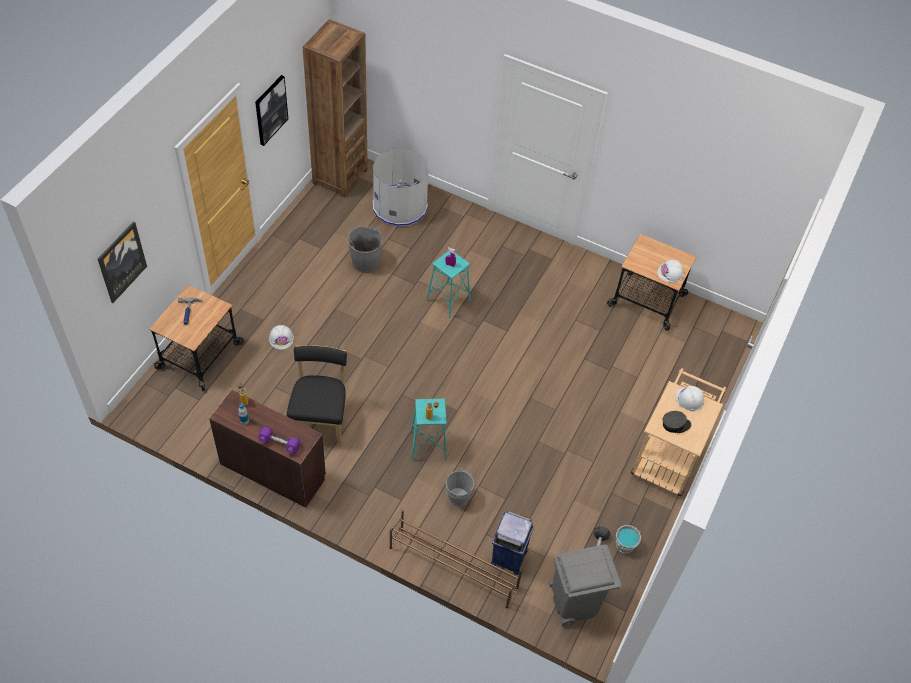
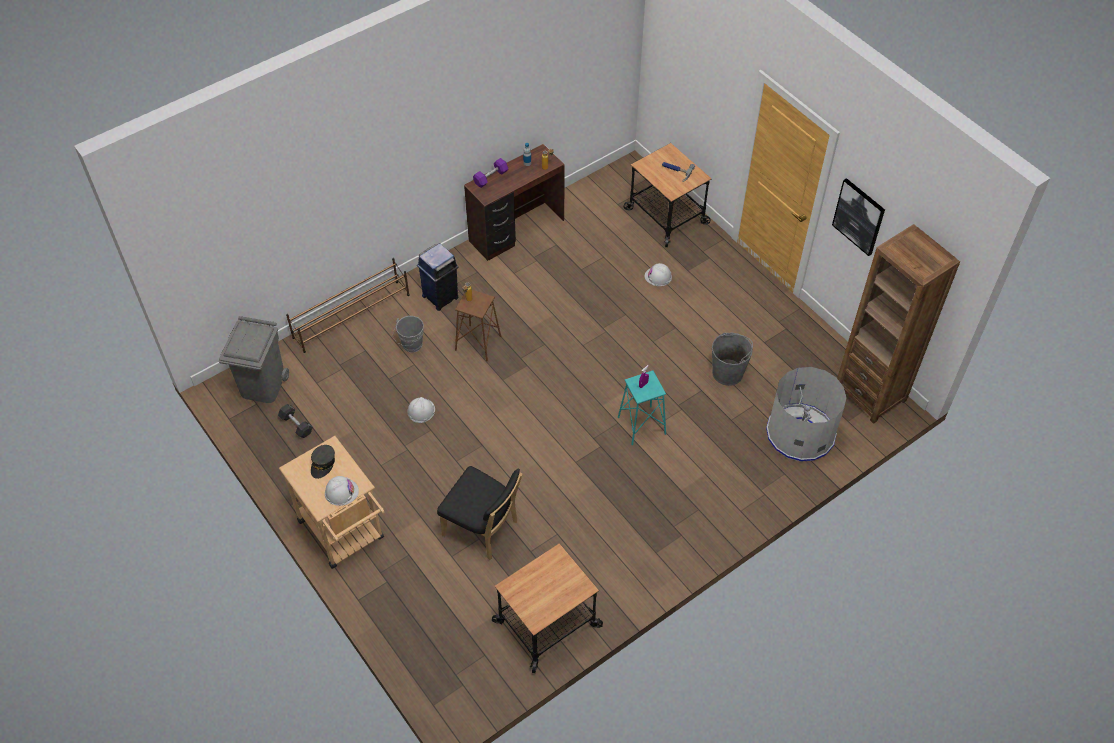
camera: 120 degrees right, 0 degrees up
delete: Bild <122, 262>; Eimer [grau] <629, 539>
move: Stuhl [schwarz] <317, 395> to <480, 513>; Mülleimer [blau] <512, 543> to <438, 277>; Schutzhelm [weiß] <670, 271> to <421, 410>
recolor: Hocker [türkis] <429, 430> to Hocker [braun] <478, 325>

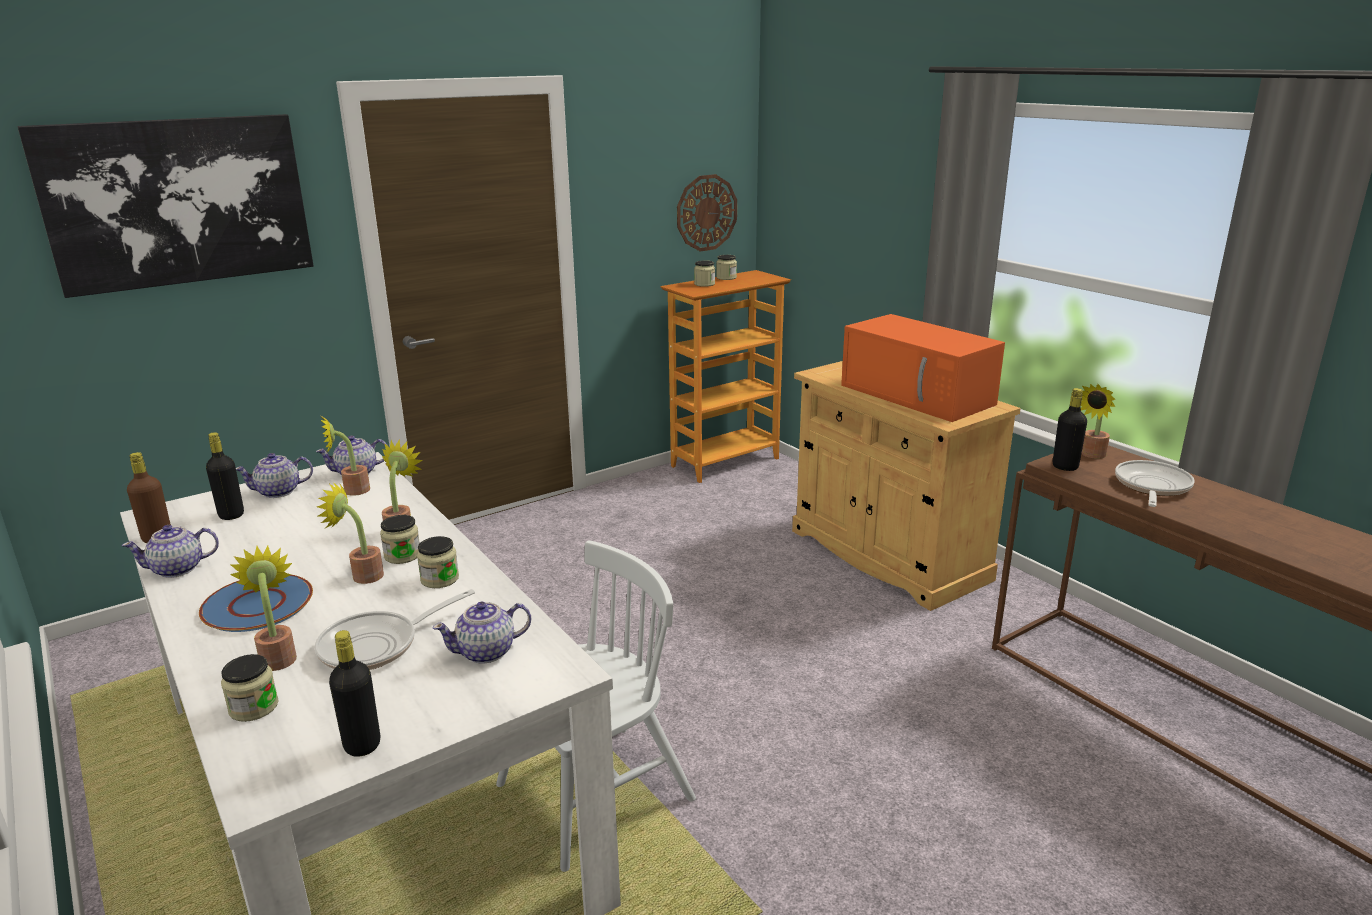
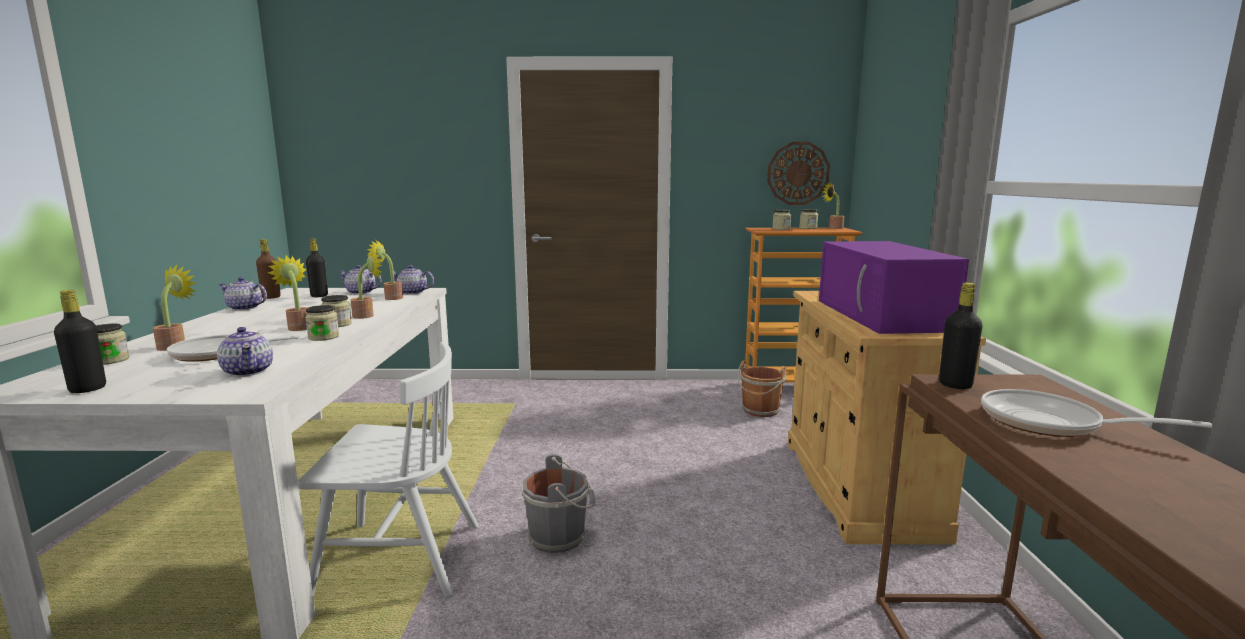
camera: 35 degrees right, 10 degrees down
delete: Bild <166, 206>; Teller [blau] <256, 603>
insert: Eimer [grau] <558, 503>; Eimer [braun] <762, 389>
move: Topfpflanze <1098, 421> to <833, 205>
recolor: Mikrowelle [orange] <923, 368> to Mikrowelle [lila] <894, 287>
rotate: Teekanne <481, 633> = <245, 352> 135 degrees counterclockwise; Pfanne <1155, 483> = <1096, 413> 120 degrees counterclockwise

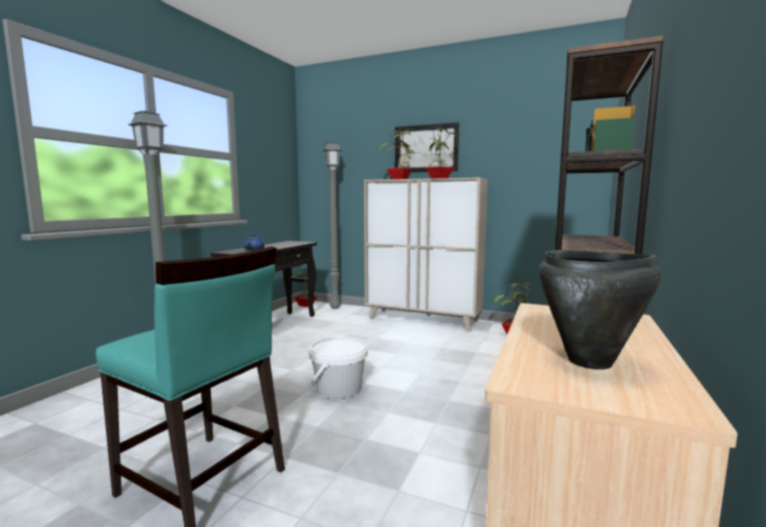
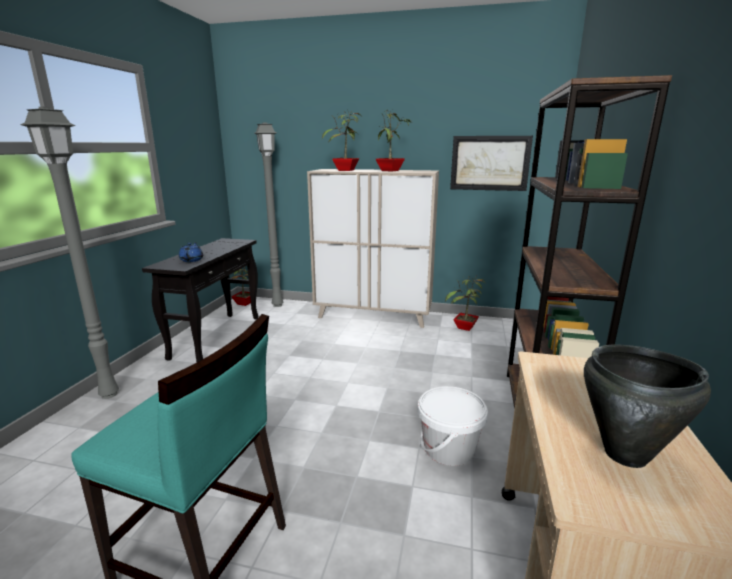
camera: 10 degrees left, 10 degrees up
move: Eimer [weiß] <338, 368> to <453, 426>; Bild <427, 147> to <491, 163>

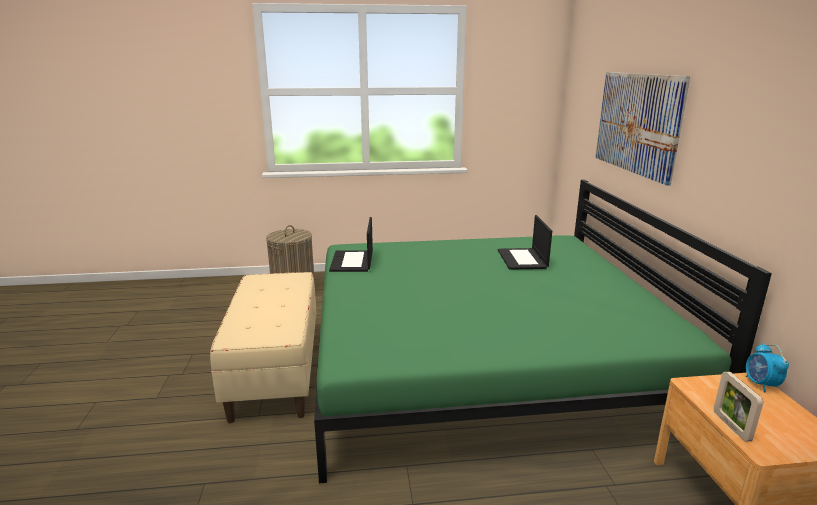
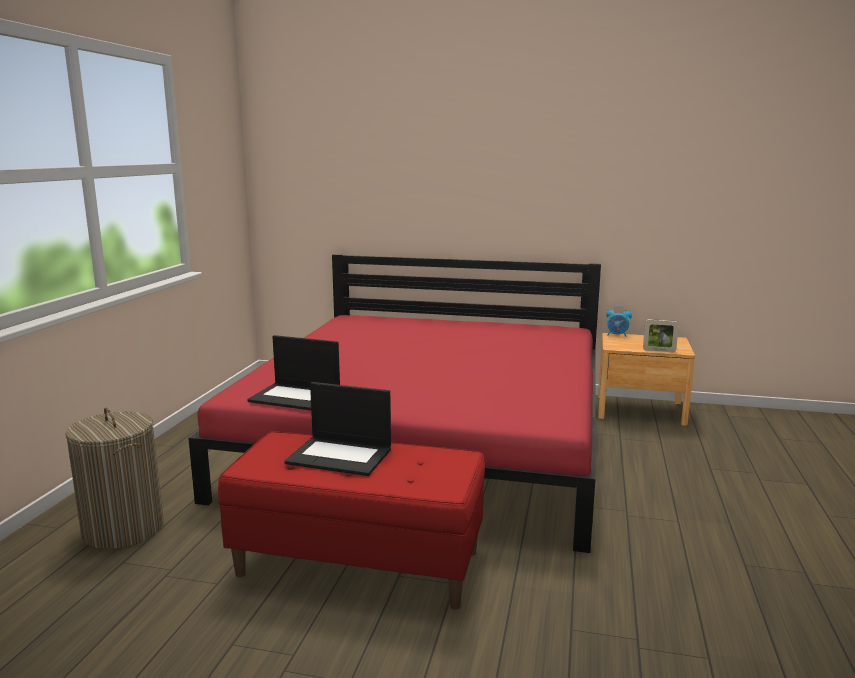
camera: 70 degrees left, 5 degrees down
delete: Bild <642, 129>
move: Laptop <525, 242> to <337, 429>
recolor: Bank [beige] <263, 347> to Bank [rot] <351, 520>; Bett [grün] <543, 331> to Bett [rot] <394, 403>

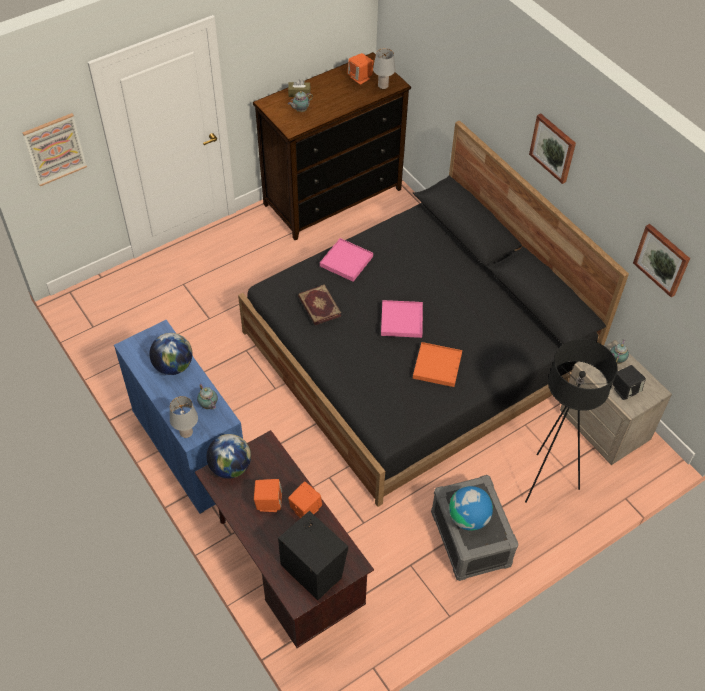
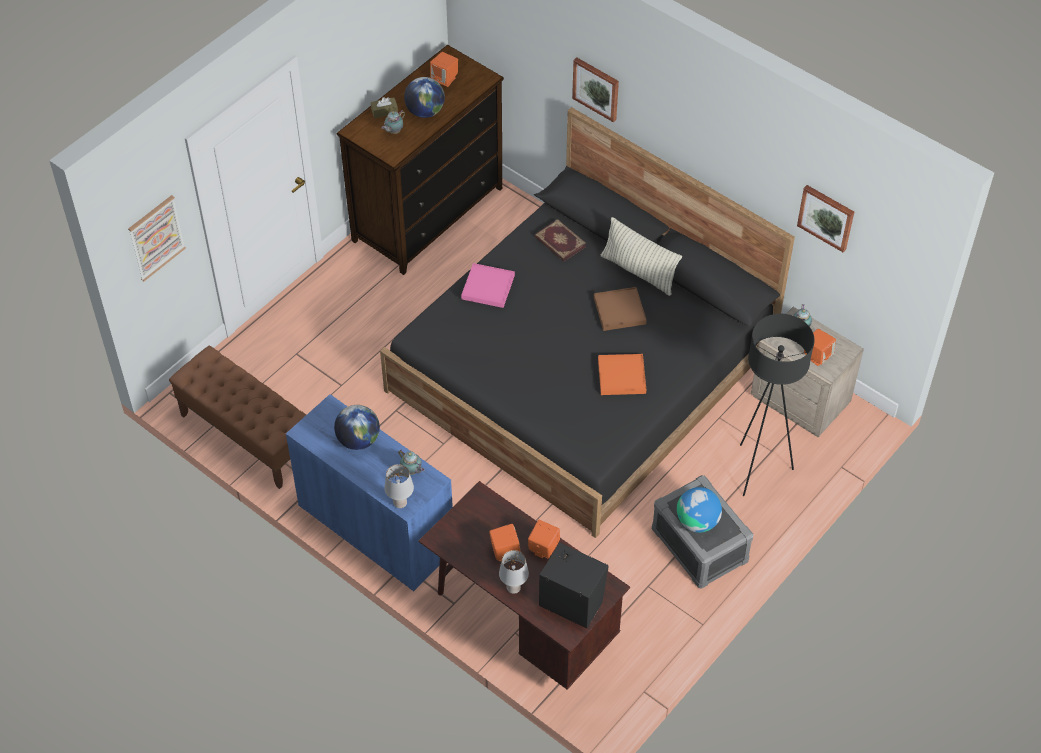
camera: 15 degrees left, 0 degrees up
delete: Tablett [rosa] <402, 319>
insert: Bank [braun] <237, 417>; Tablett [braun] <620, 309>; Kissen <641, 256>
move: Globus <228, 456> to <424, 97>; Buch <319, 305> to <560, 240>; Tischlampe [grau] <384, 69> to <514, 572>; Bild <552, 149> to <595, 89>
recolor: Lautsprecher [schwarz] <629, 382> to Lautsprecher [orange] <820, 347>

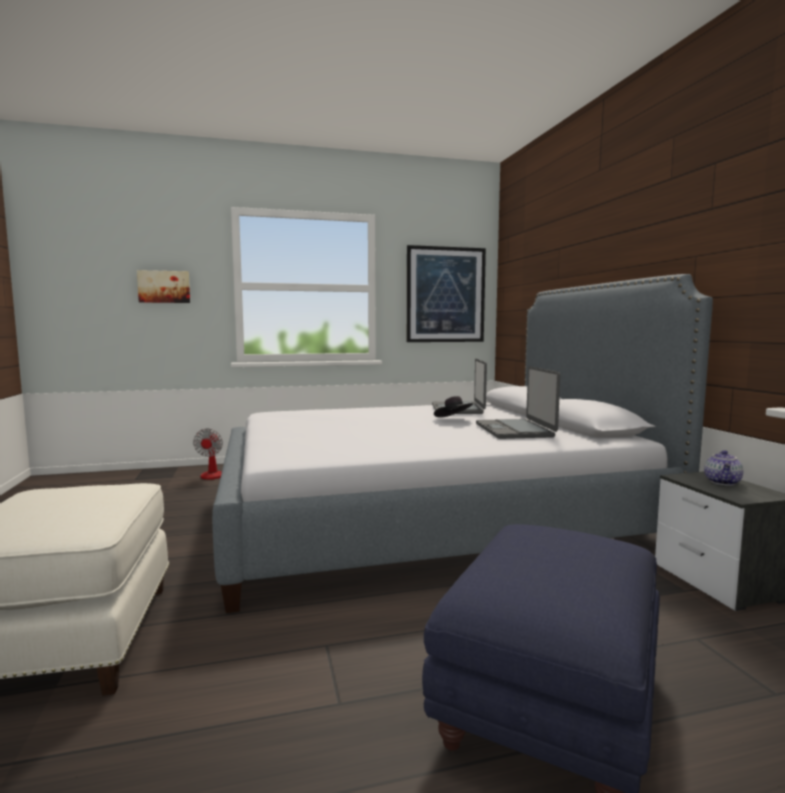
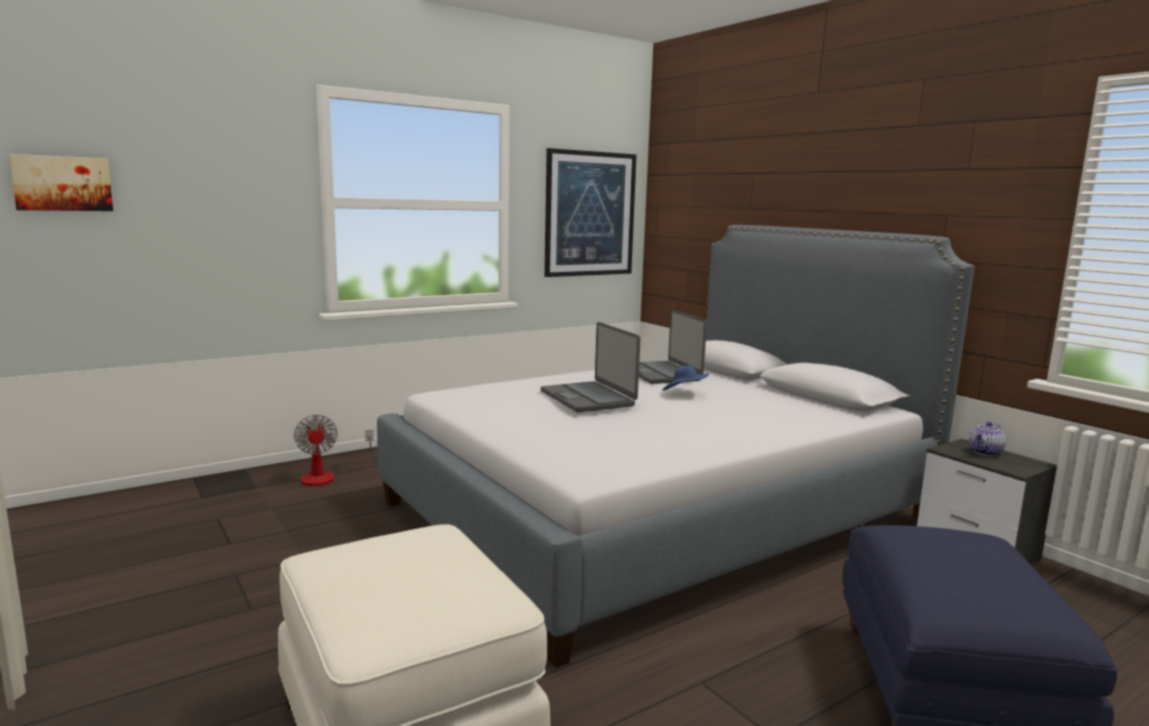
camera: 20 degrees left, 5 degrees up
move: Bild <163, 286> to <61, 182>; Laptop <518, 402> to <591, 367>
recolor: Hut [schwarz] <453, 407> to Hut [blau] <685, 378>
rotate: Teekanne <723, 468> = <987, 439> 45 degrees clockwise

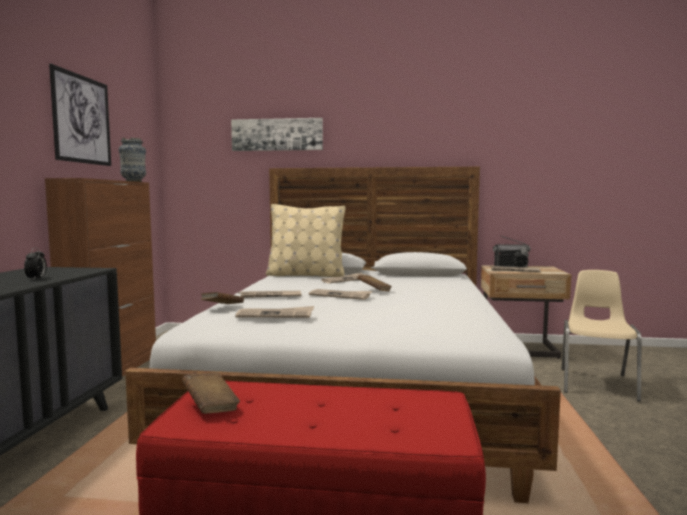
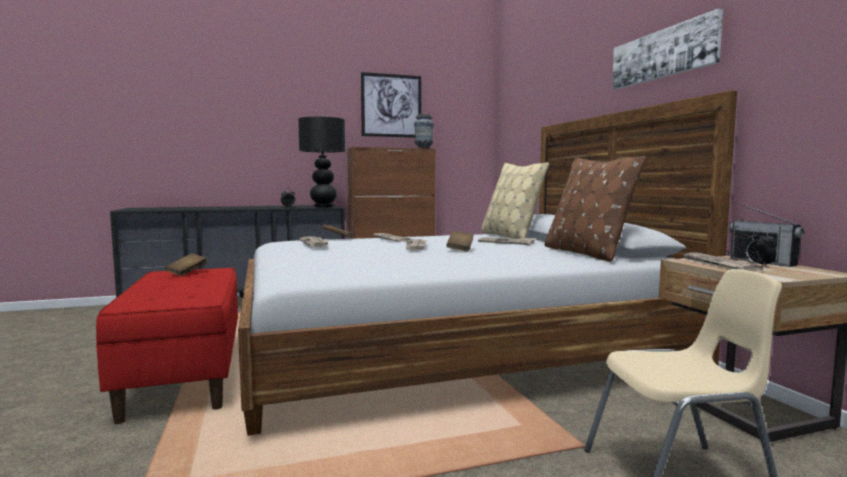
camera: 65 degrees right, 0 degrees up
insert: Tischlampe [schwarz] <321, 161>; Kissen [braun] <595, 209>
move: Bild <277, 134> to <667, 49>

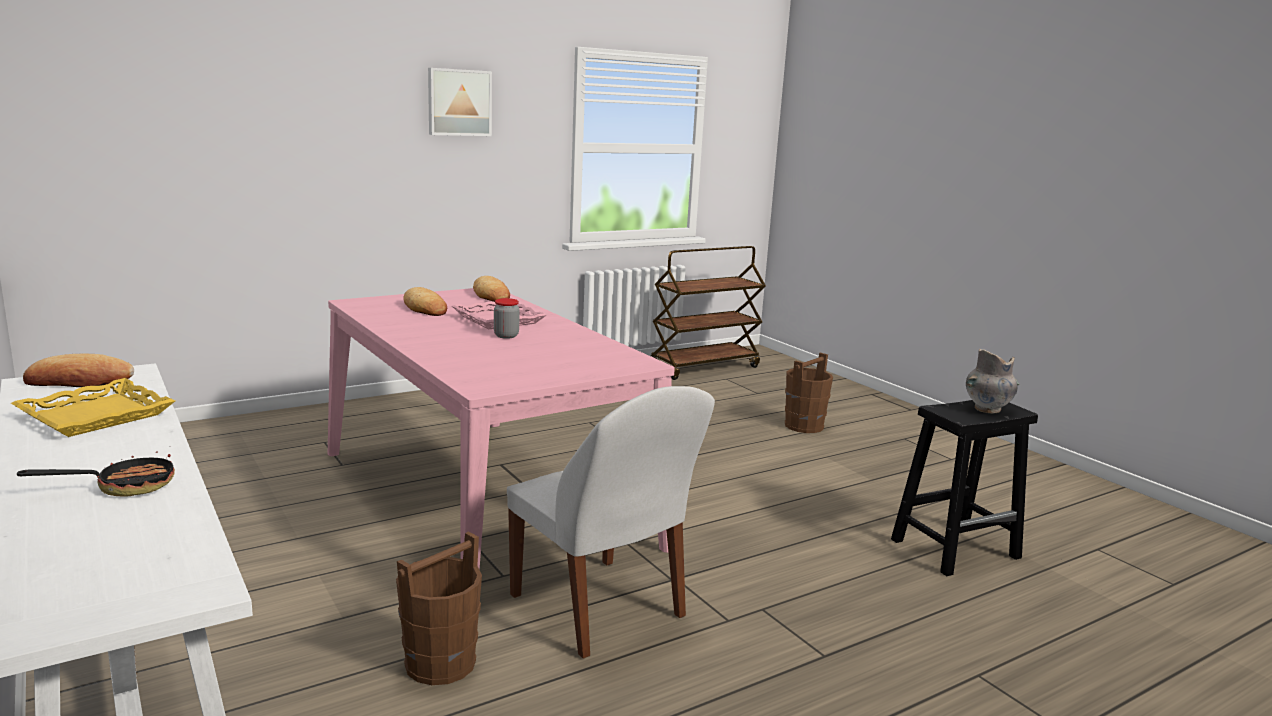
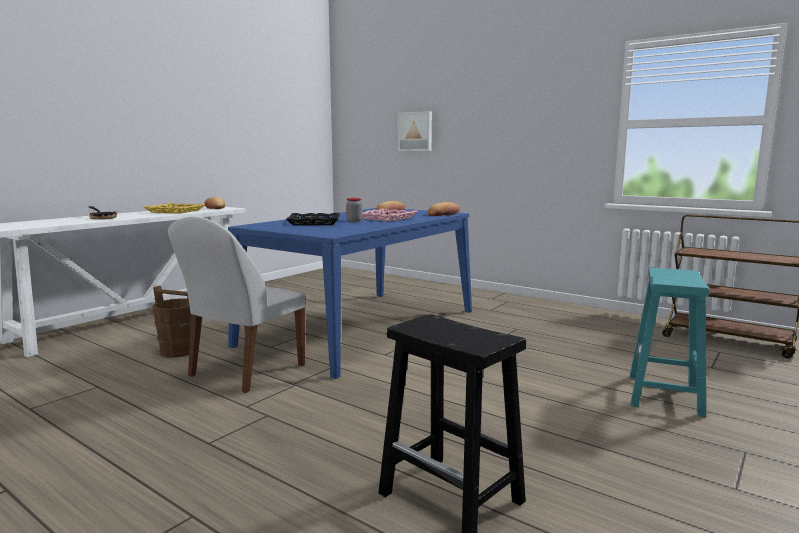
camera: 70 degrees right, 5 degrees down
delete: Vase [grau] <993, 381>
insert: Tablett [schwarz] <313, 219>
move: Bild <460, 102> to <415, 131>
replace: Eimer [braun] <809, 393> to Hocker [türkis] <669, 343>
recolor: Esstisch [rosa] <501, 429> to Esstisch [blau] <350, 293>

